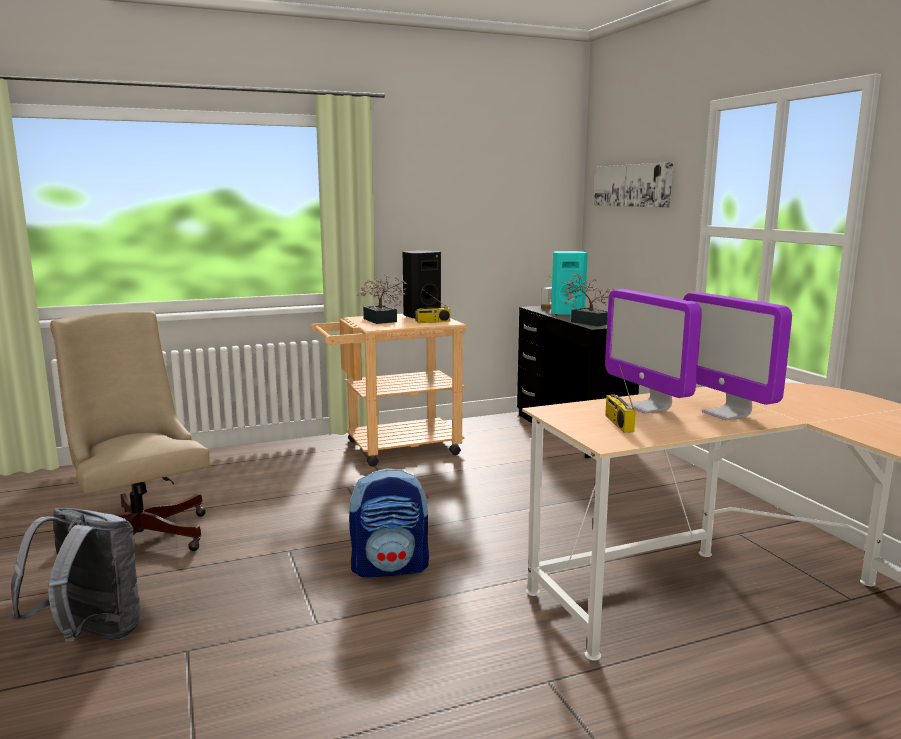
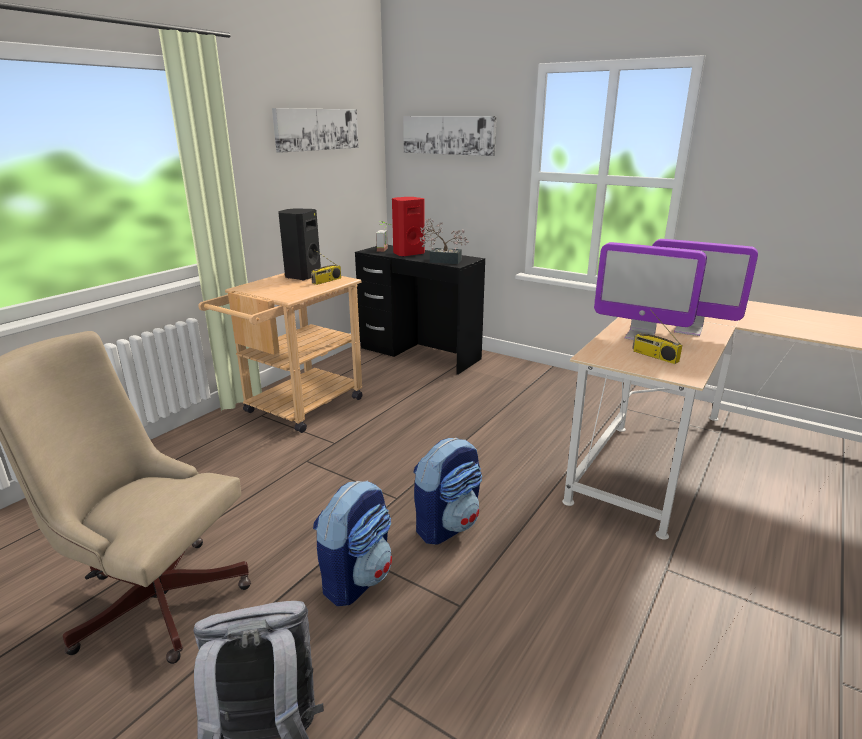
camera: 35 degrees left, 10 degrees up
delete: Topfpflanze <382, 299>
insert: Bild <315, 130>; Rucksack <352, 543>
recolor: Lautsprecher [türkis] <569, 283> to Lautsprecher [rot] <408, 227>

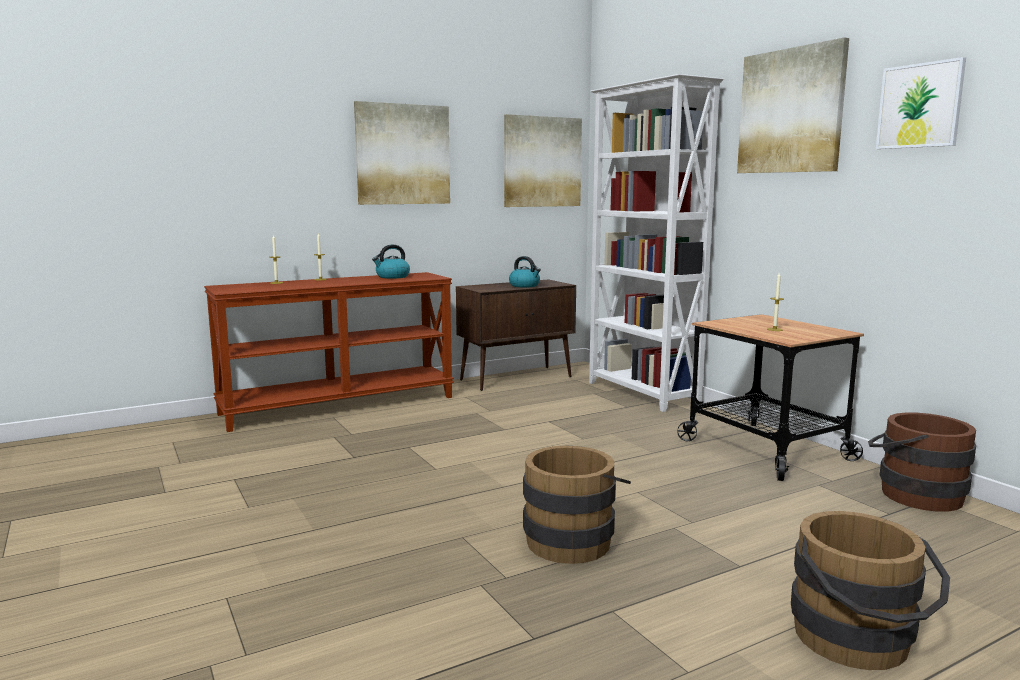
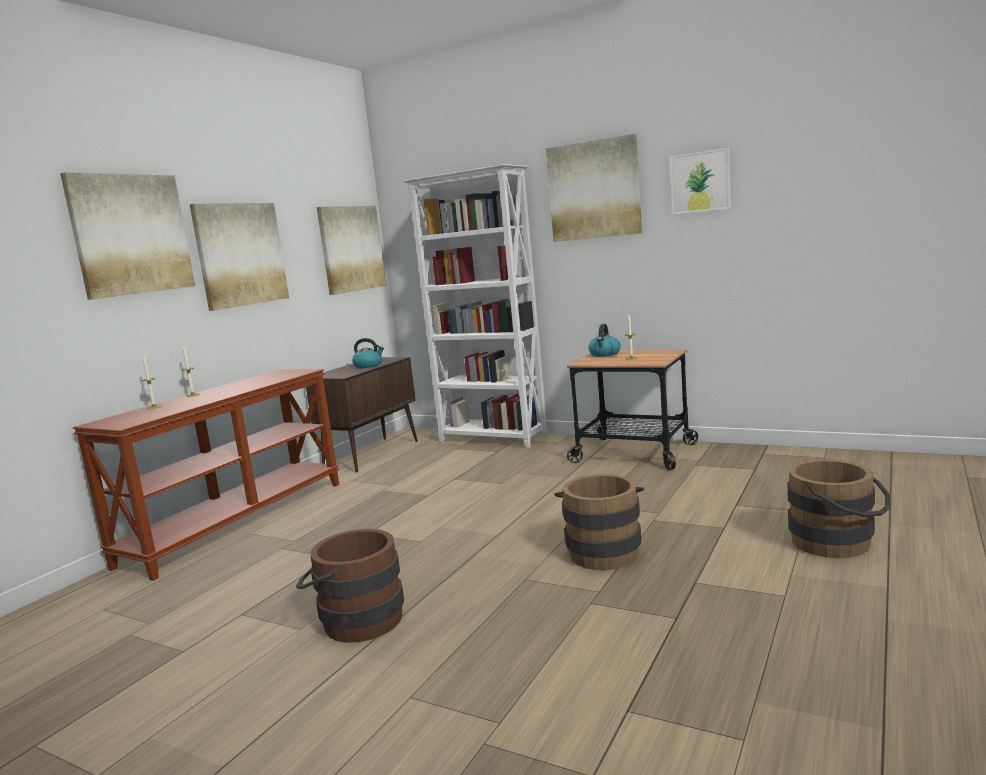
camera: 30 degrees left, 0 degrees up
insert: Bild <127, 236>
move: Wasserkessel <391, 262> to <604, 340>; Eimer [braun] <922, 462> to <350, 586>

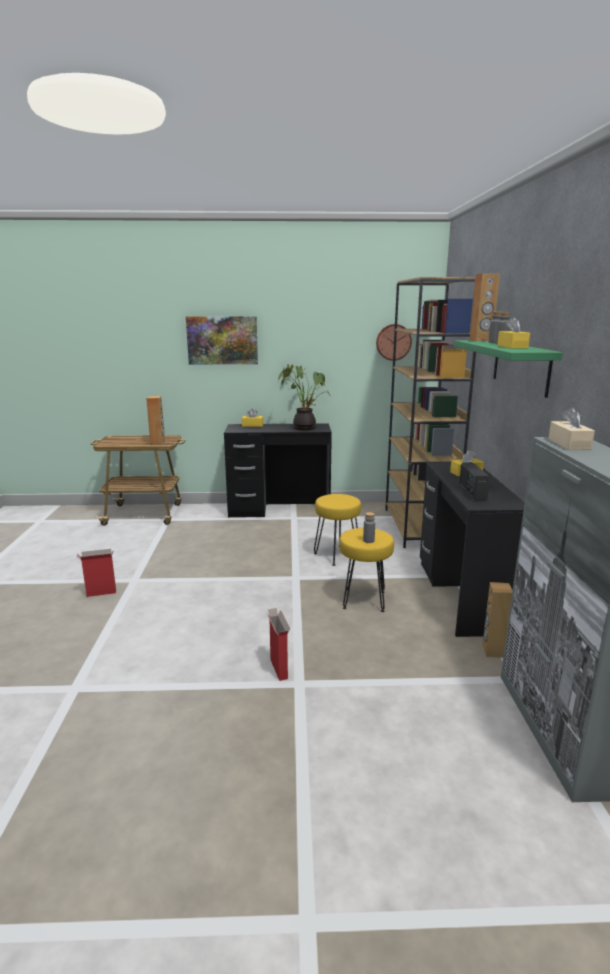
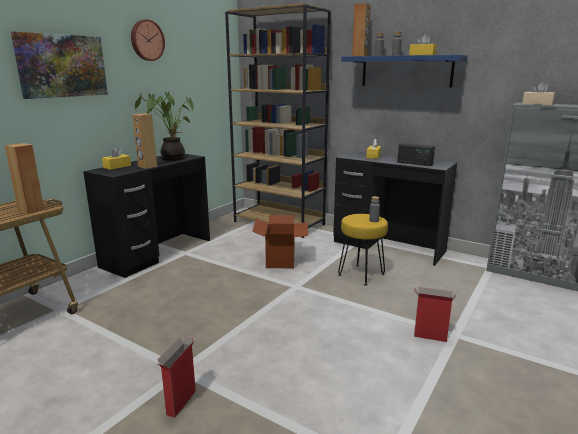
camera: 55 degrees left, 0 degrees up
move: Wanduhr <394, 342> to <148, 40>; Lautsprecher [braun] <497, 620> to <144, 141>
replace: Hocker [gelb] <337, 530> to Karton <280, 241>
recolor: Wandregal [grün] <508, 369> to Wandregal [blau] <404, 71>

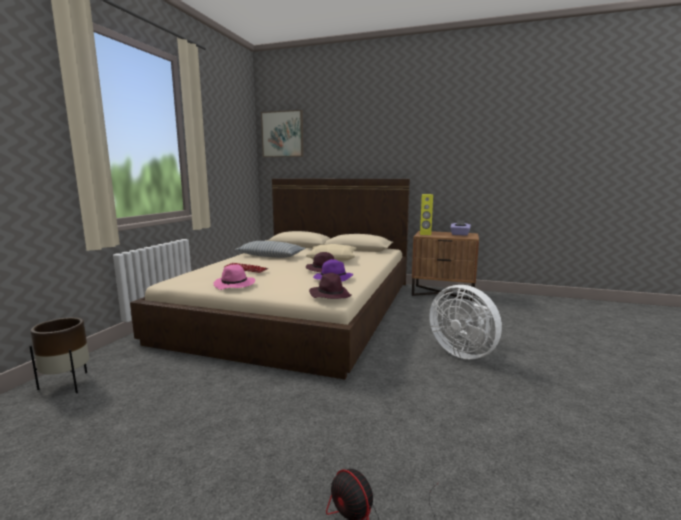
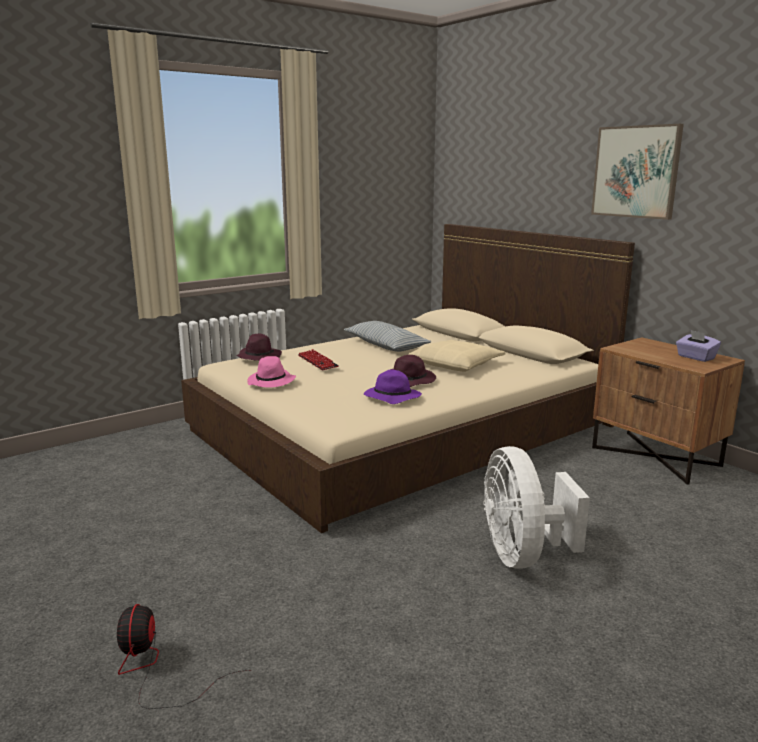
camera: 35 degrees right, 5 degrees up
delete: Pflanzkübel [braun] <59, 355>; Lautsprecher [gelb] <426, 214>
move: Bild <282, 133> to <637, 172>; Hut [lila] <330, 286> to <259, 347>

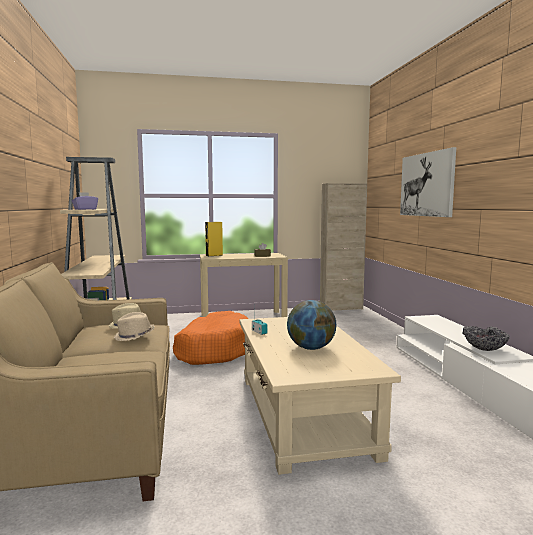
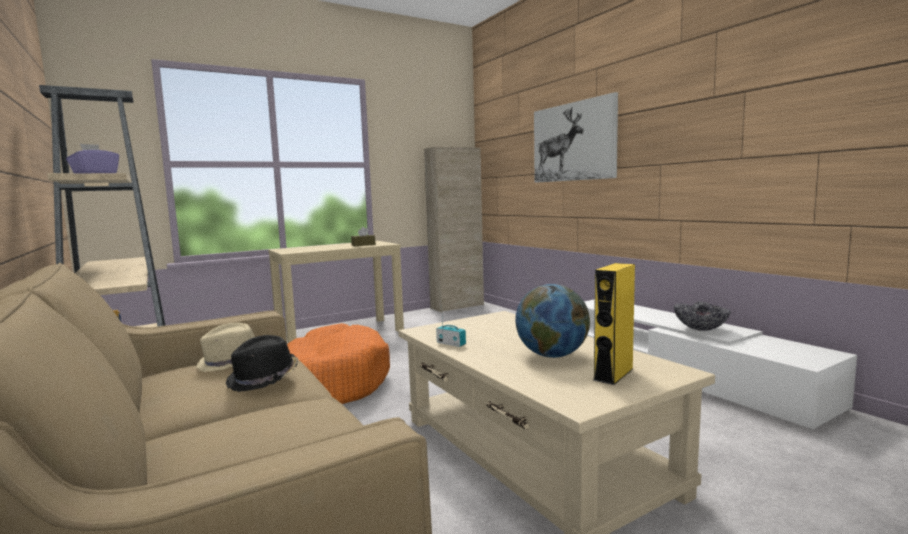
camera: 20 degrees left, 0 degrees up
move: Lautsprecher [gelb] <214, 239> to <614, 324>
recolor: Hut [beige] <134, 326> to Hut [schwarz] <262, 363>

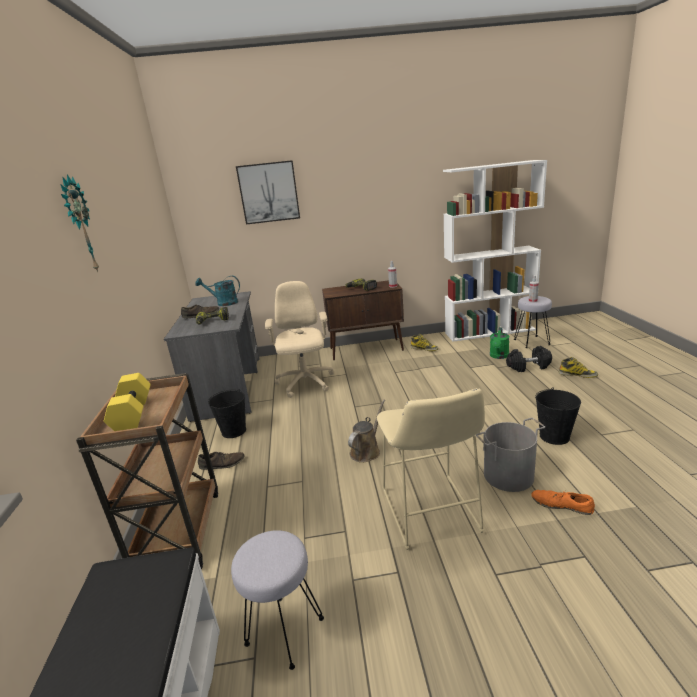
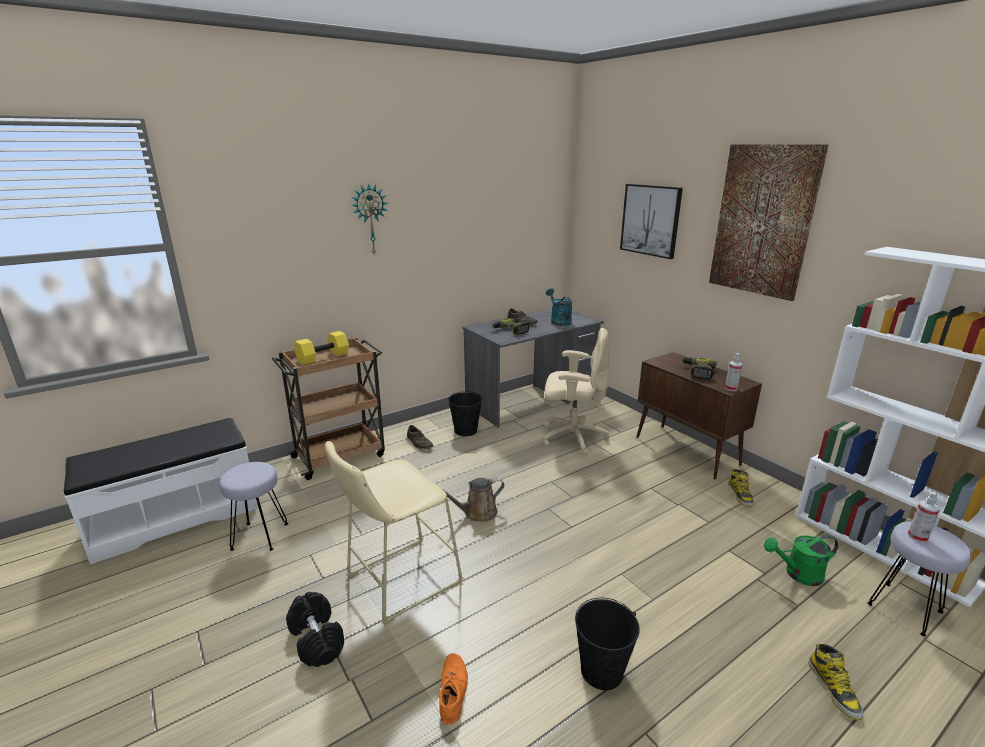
camera: 60 degrees right, 0 degrees up
delete: Eimer [grau] <510, 455>
insert: Bild <769, 223>
move: Hantel [schwarz] <529, 359> to <315, 629>
rotate: Bürostuhl [beige] <299, 339> = <576, 392> 45 degrees clockwise; Gießkanne [braun] <366, 431> = <472, 499> 150 degrees clockwise

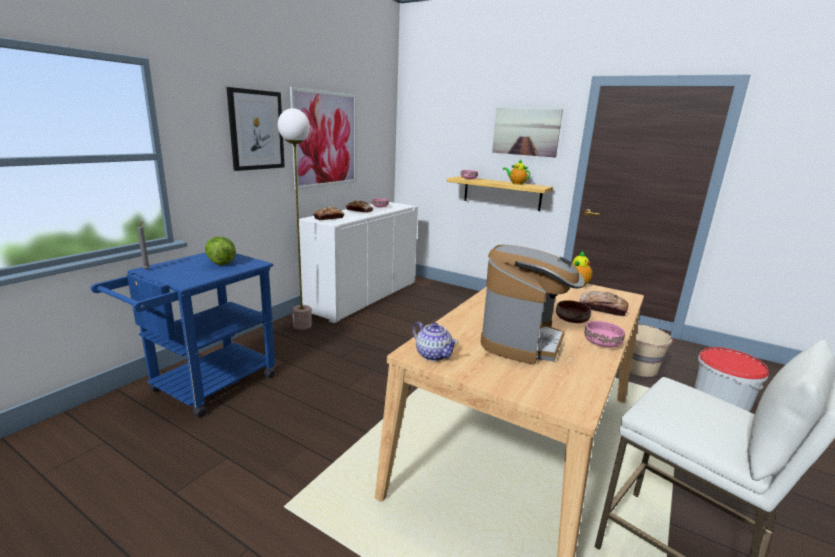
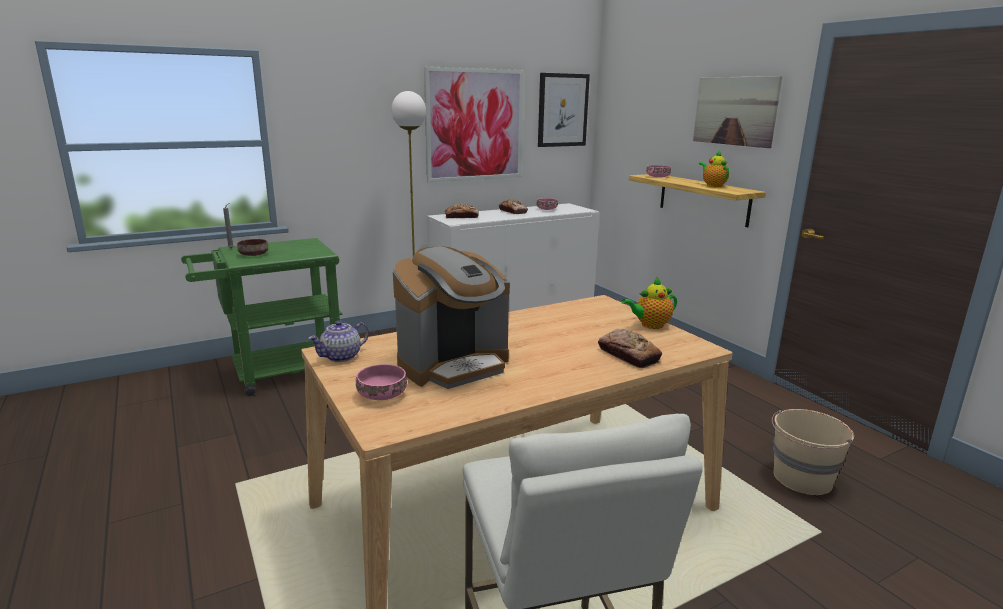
camera: 30 degrees right, 0 degrees up
delete: Salatkopf <220, 250>; Eimer <732, 379>
move: Bild <255, 129> to <564, 110>; Schüssel [braun] <573, 311> to <252, 247>; Schüssel [rosa] <605, 334> to <381, 382>
recolor: Rollwagen [blau] <183, 334> to Rollwagen [grün] <261, 317>
rotate: Teekanne <435, 341> = <338, 341> 60 degrees clockwise

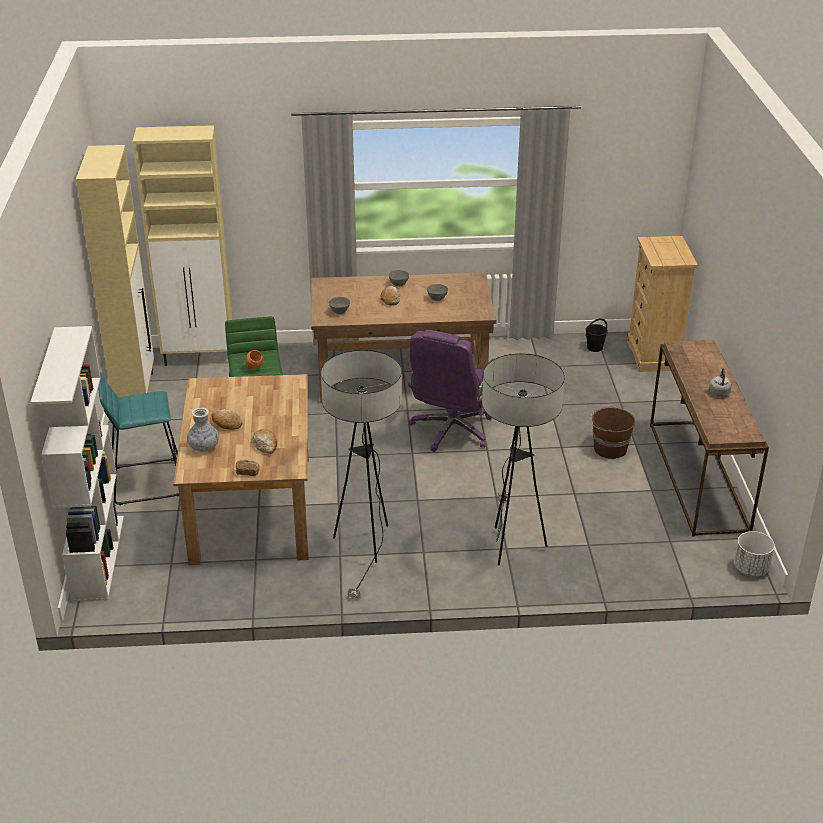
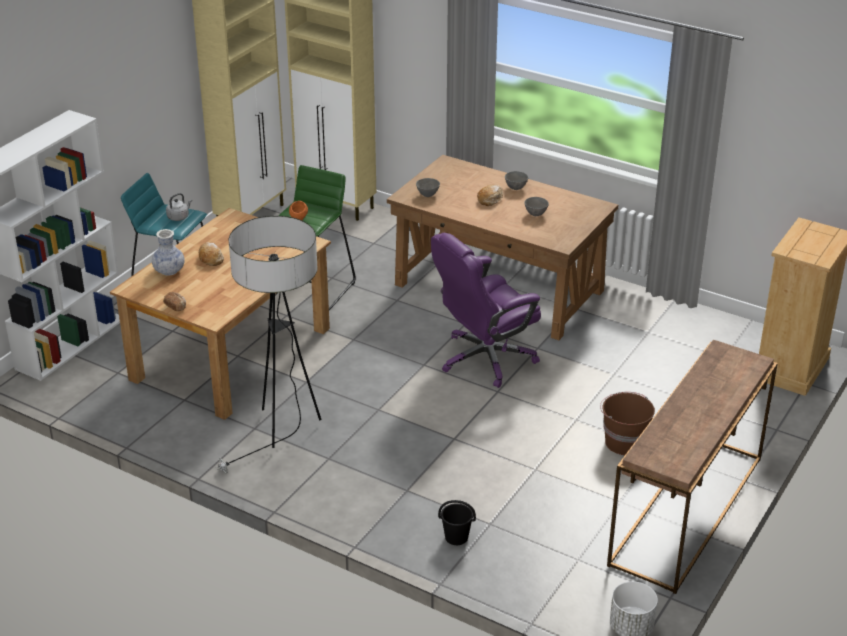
camera: 35 degrees right, 0 degrees up
delete: Brot <264, 441>; Stehlampe <523, 459>
move: Eimer [schwarz] <597, 335> to <457, 522>; Wasserkessel [grau] <720, 382> to <179, 207>

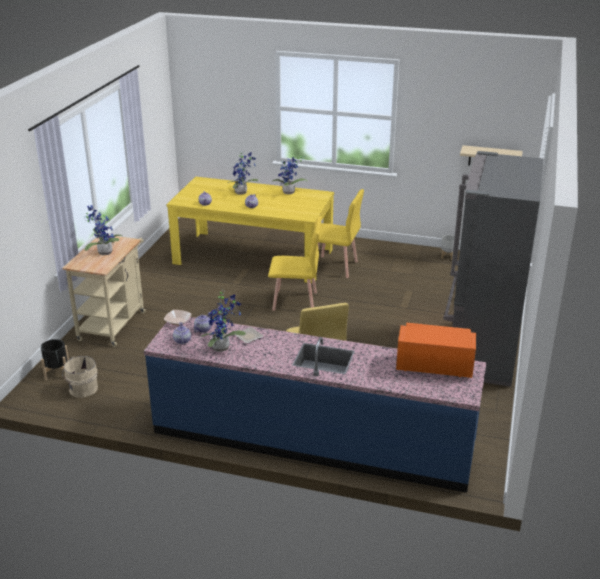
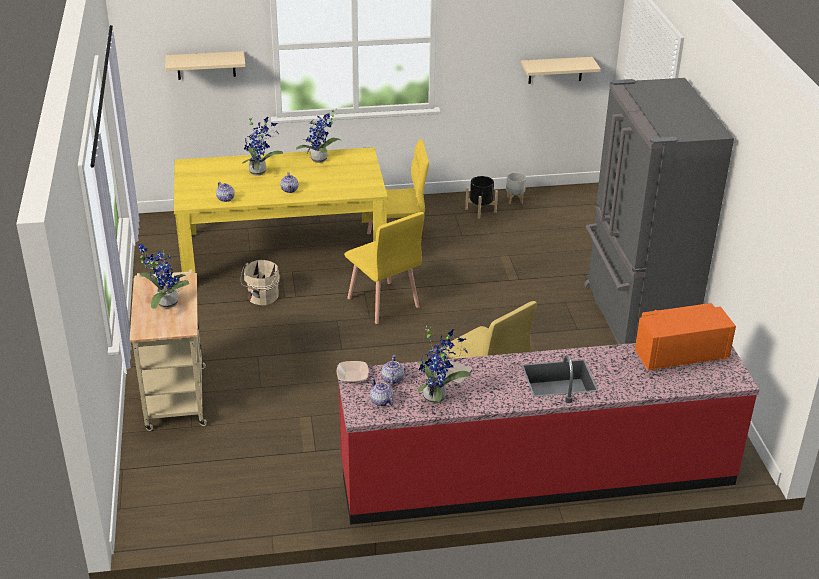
camera: 25 degrees left, 5 degrees up
insert: Wandregal [beige] <205, 65>
move: Pflanzkübel [schwarz] <55, 359> to <481, 197>; Eimer [beige] <80, 377> to <260, 282>
recolor: Küchenzeile [blau] <315, 405> to Küchenzeile [rot] <548, 434>
rotate: Stuhl [gelb] <295, 263> = <384, 268> 75 degrees clockwise

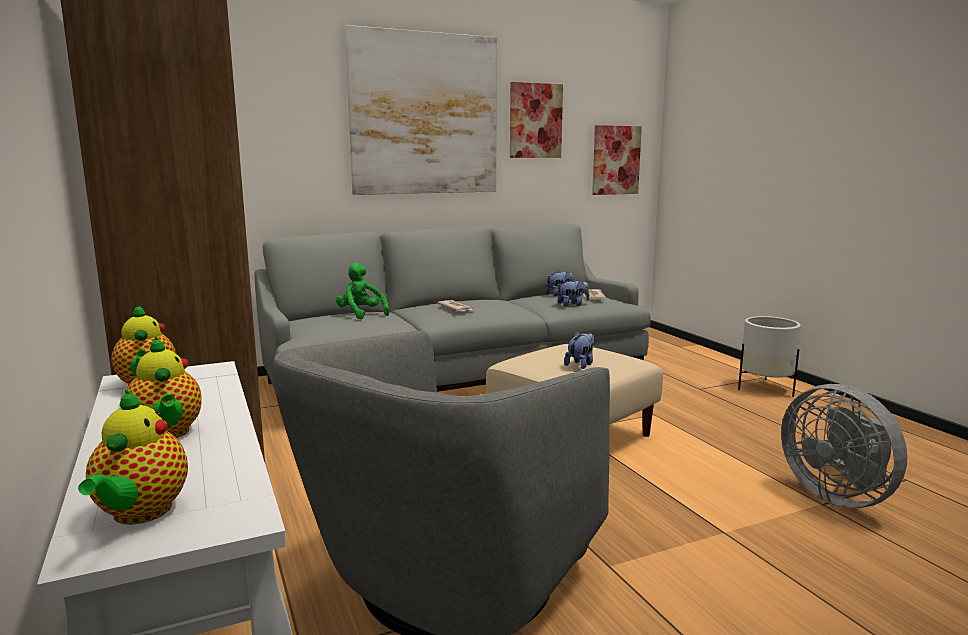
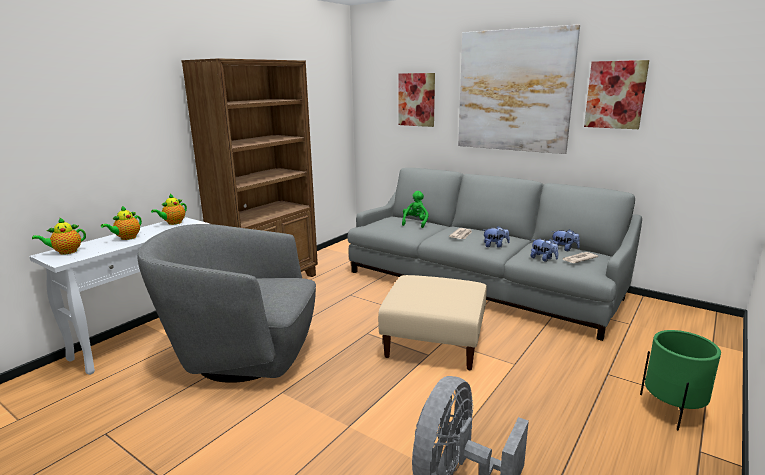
camera: 60 degrees right, 5 degrees up
move: Plüschtier <579, 350> to <497, 237>; Bild <617, 160> to <417, 100>
recolor: Pflanzkübel [weiß] <769, 356> to Pflanzkübel [grün] <680, 380>

